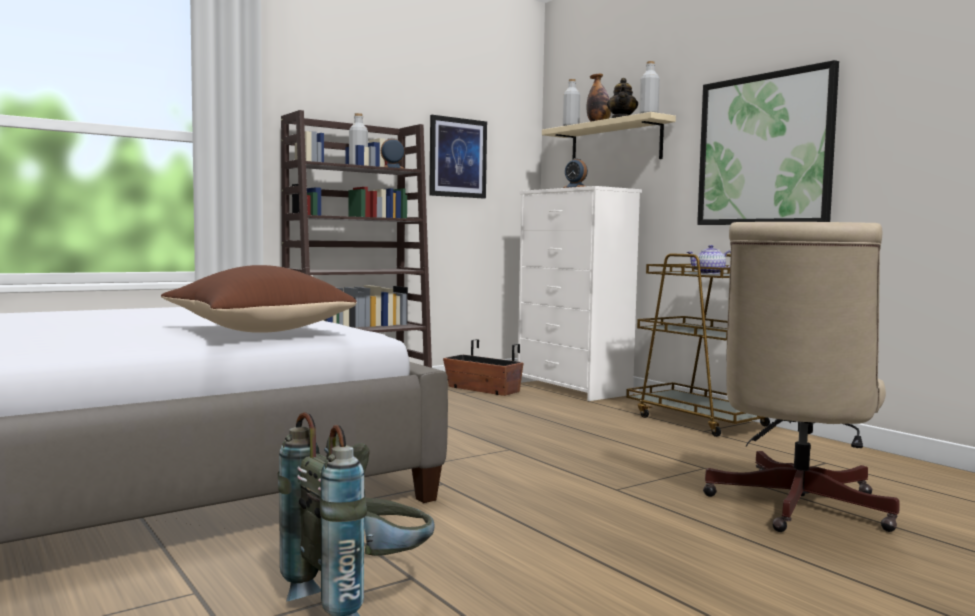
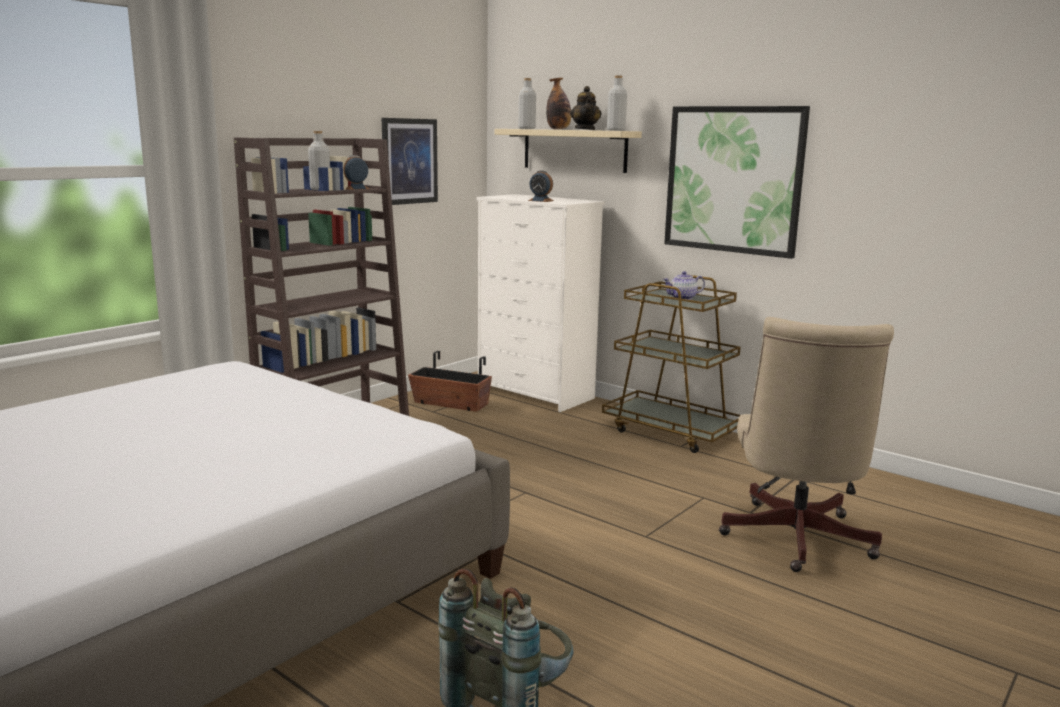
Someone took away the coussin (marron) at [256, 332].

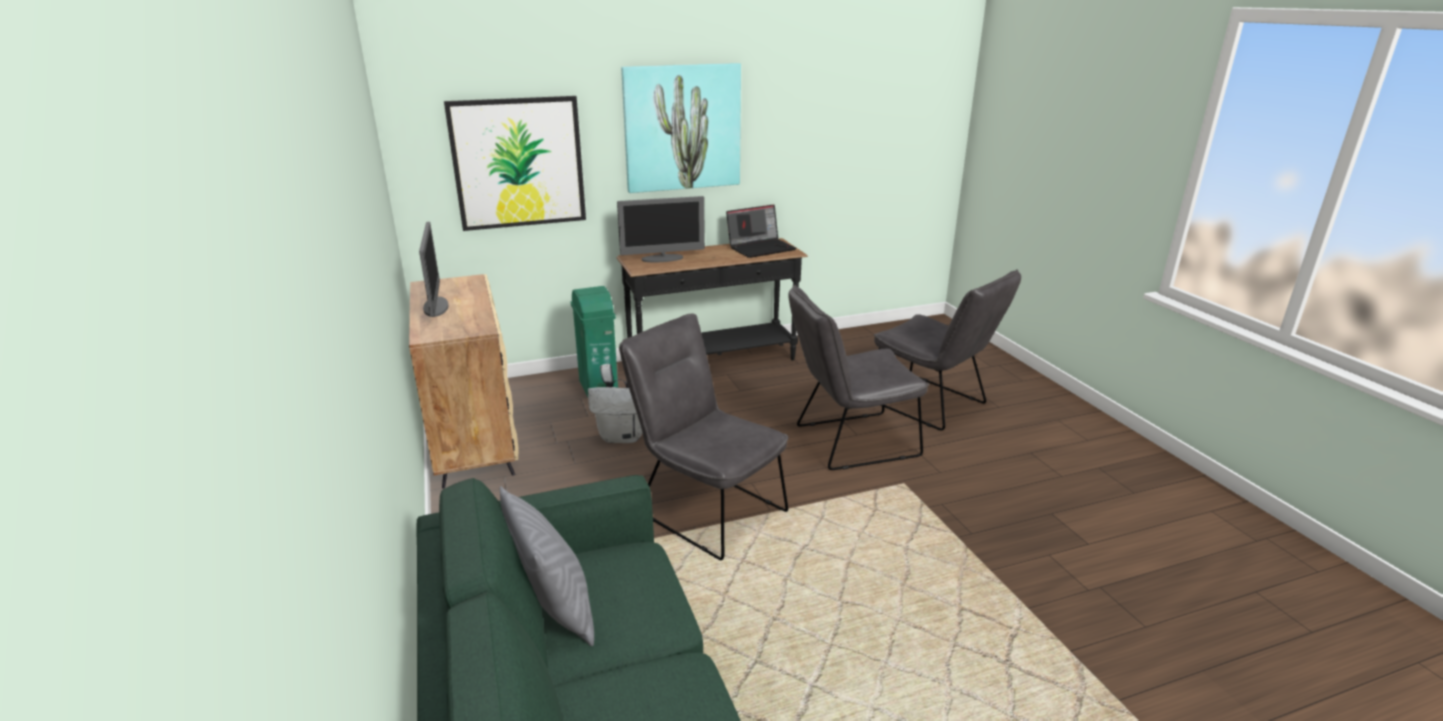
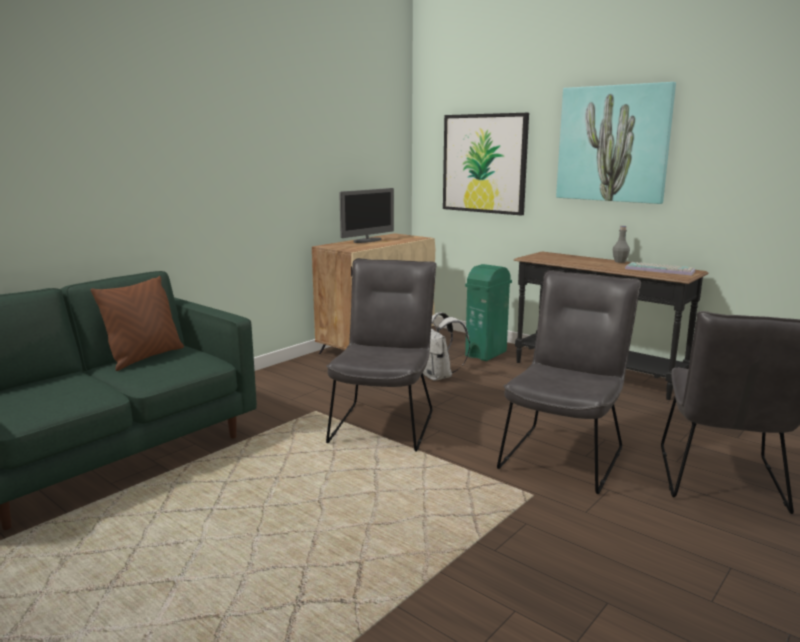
Someone repainted the coussin (gris) at [555, 610], which became the coussin (marron) at [145, 358].
Someone took away the écran d'ordinateur at [662, 259].
Someone swapped the ordinateur portable at [761, 248] for the clavier at [660, 270].
Someone rotated the chaise (gris) at [848, 442] by 75 degrees clockwise.
Someone put down the bouteille (gris) at [620, 262].

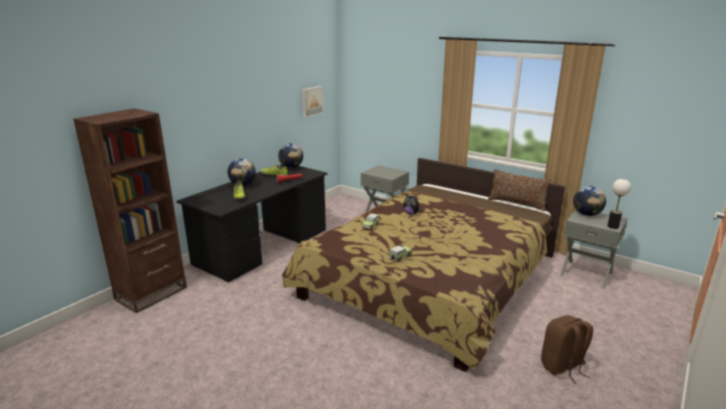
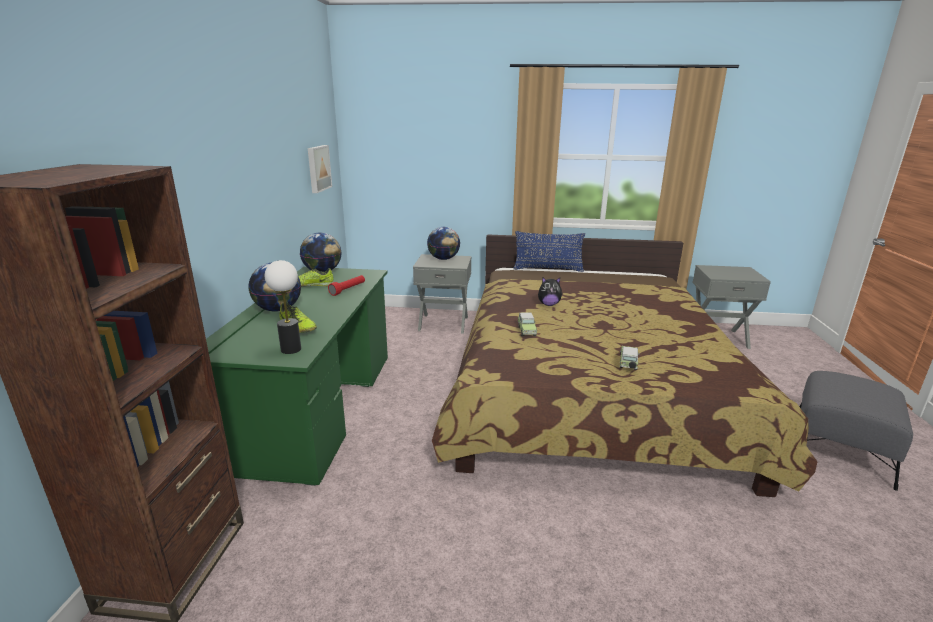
Someone repainted the bureau (noir) at [262, 247], which became the bureau (vert) at [316, 407].
Someone took away the coussin (marron) at [516, 204].
Someone swapped the sac à dos (marron) at [562, 367] for the pouf (gris) at [839, 449].
Someone carried the globe from [586, 214] to [443, 259].
Someone carried the lampe de table from [613, 226] to [291, 349].
Someone put down the coussin (bleu) at [548, 269].

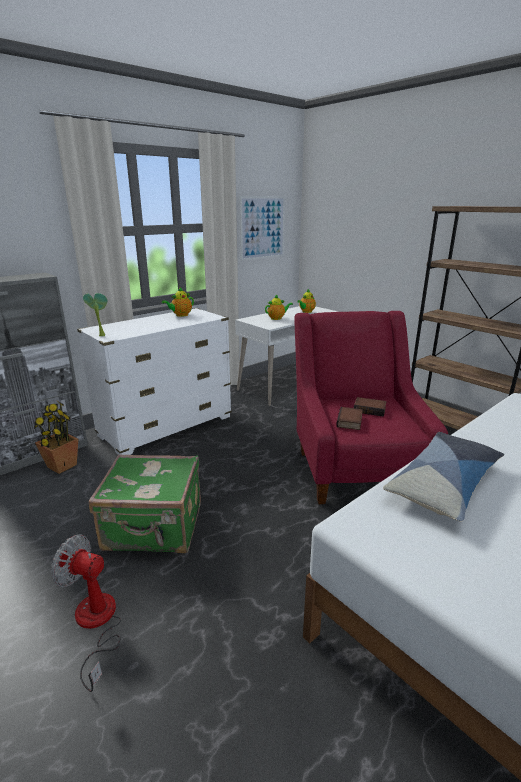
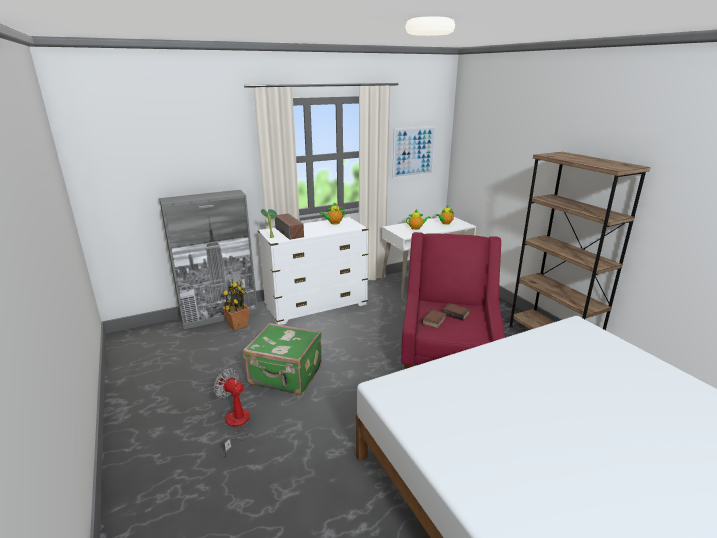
Someone took away the coussin at [445, 484].
Someone put down the enceinte at [289, 232].

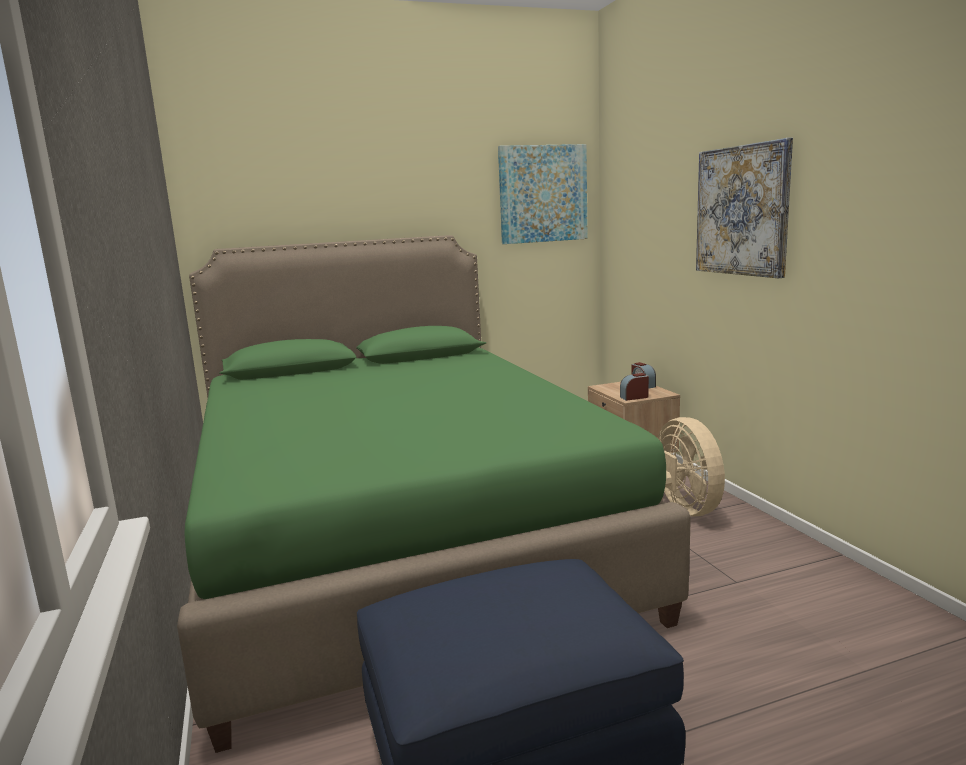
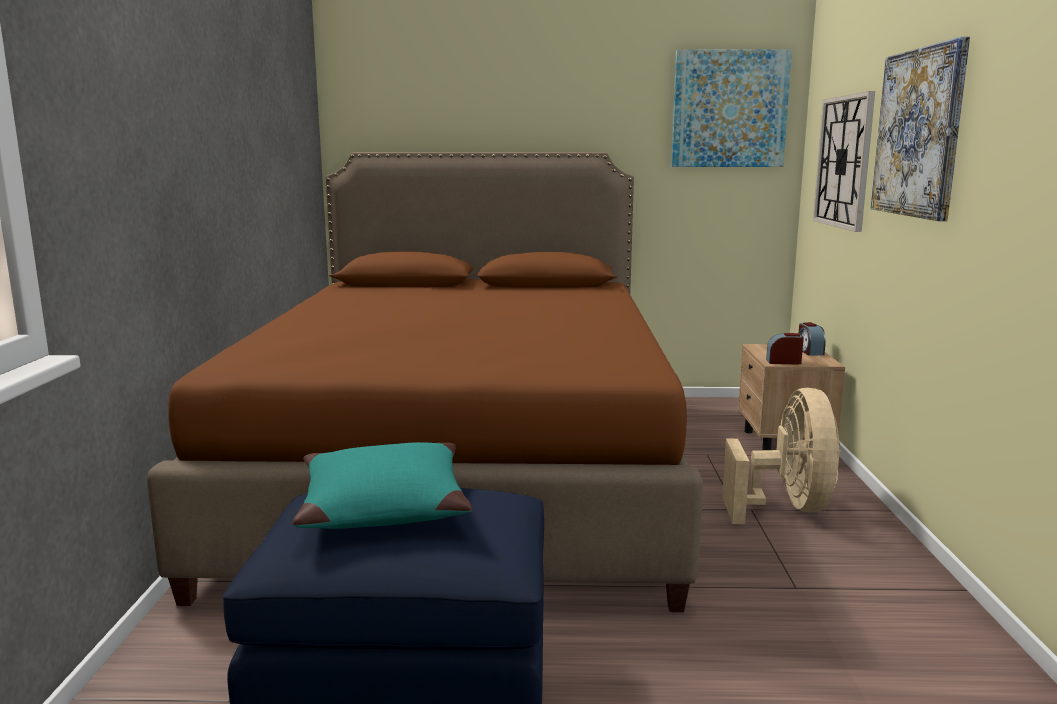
Someone repainted the lit (vert) at [398, 539], which became the lit (marron) at [463, 472].
Someone put down the coussin (turquoise) at [382, 505].
Someone put up the horloge murale at [844, 162].

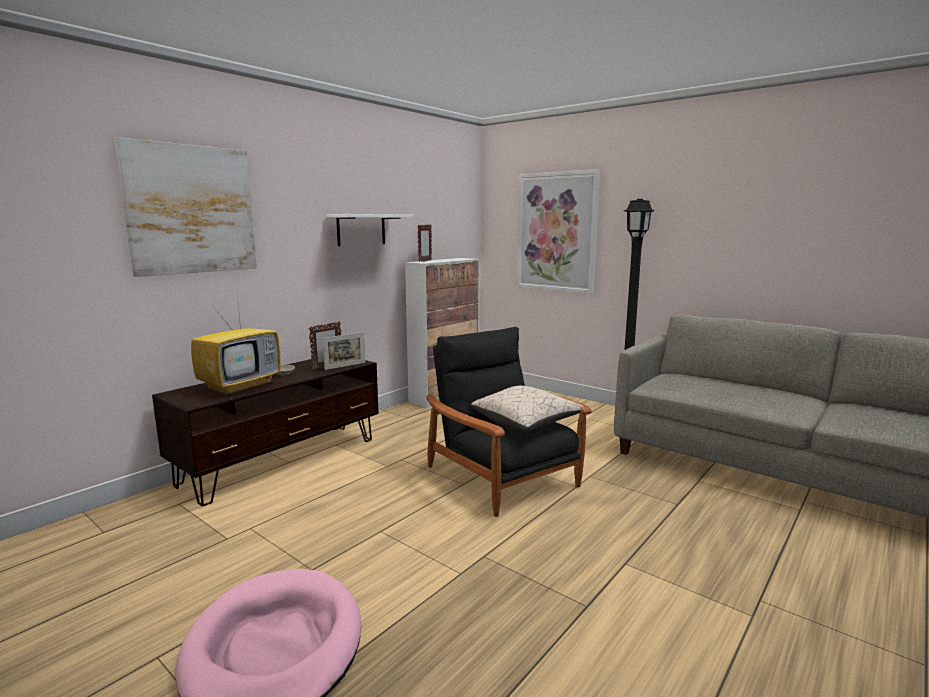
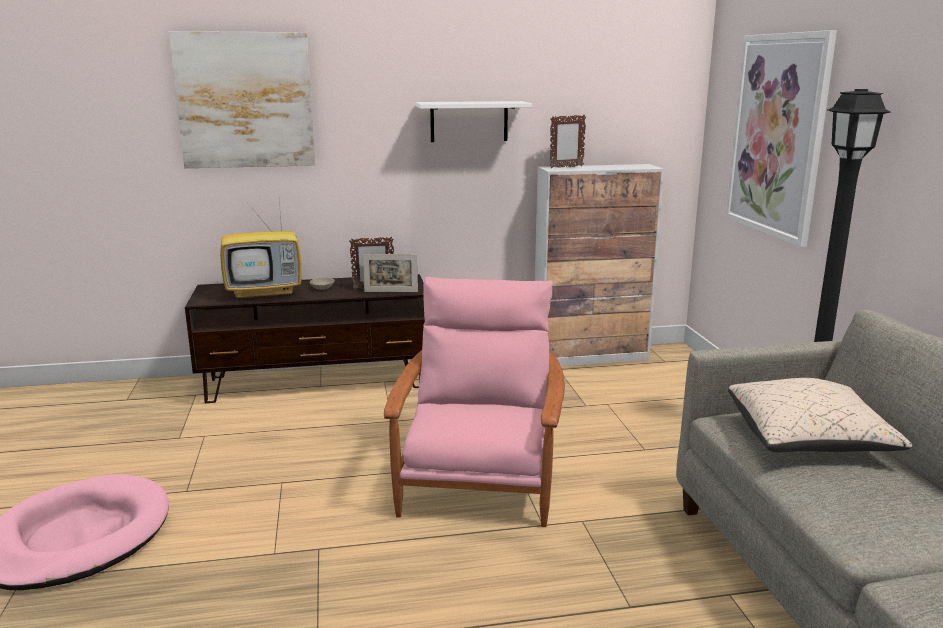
Someone repainted the fauteuil (noir) at [502, 477], which became the fauteuil (rose) at [479, 478].
Someone carried the coussin (beige) from [526, 422] to [808, 440].

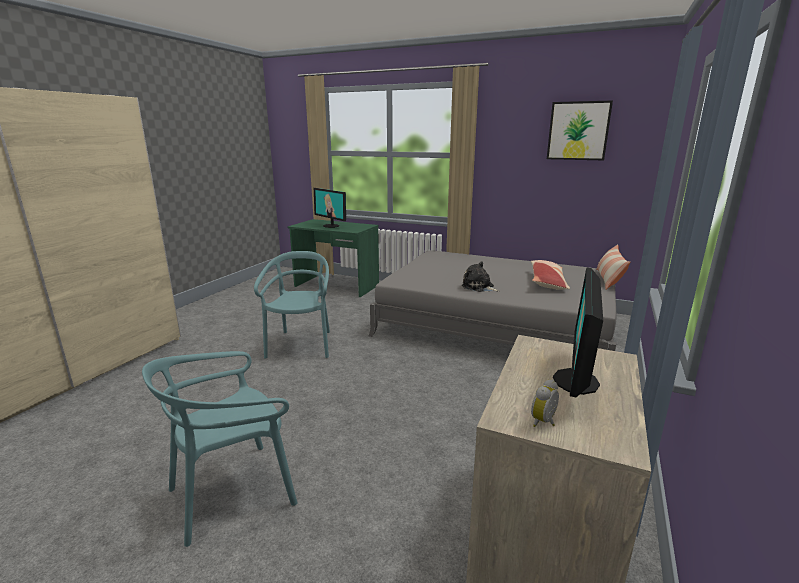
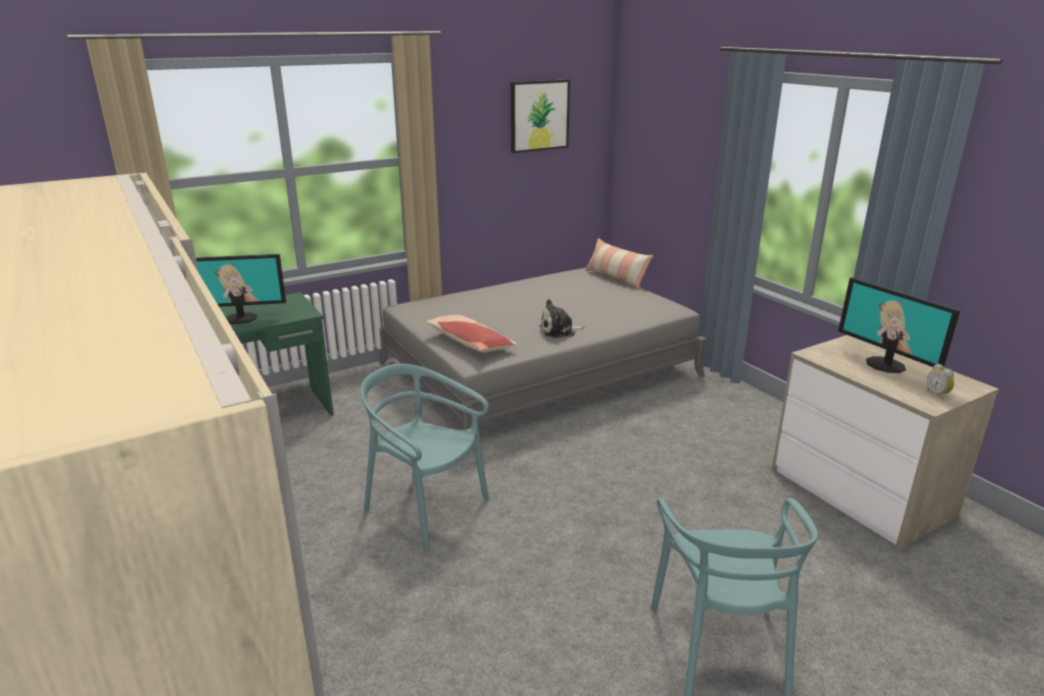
Someone carried the coussin from [547, 282] to [469, 343].

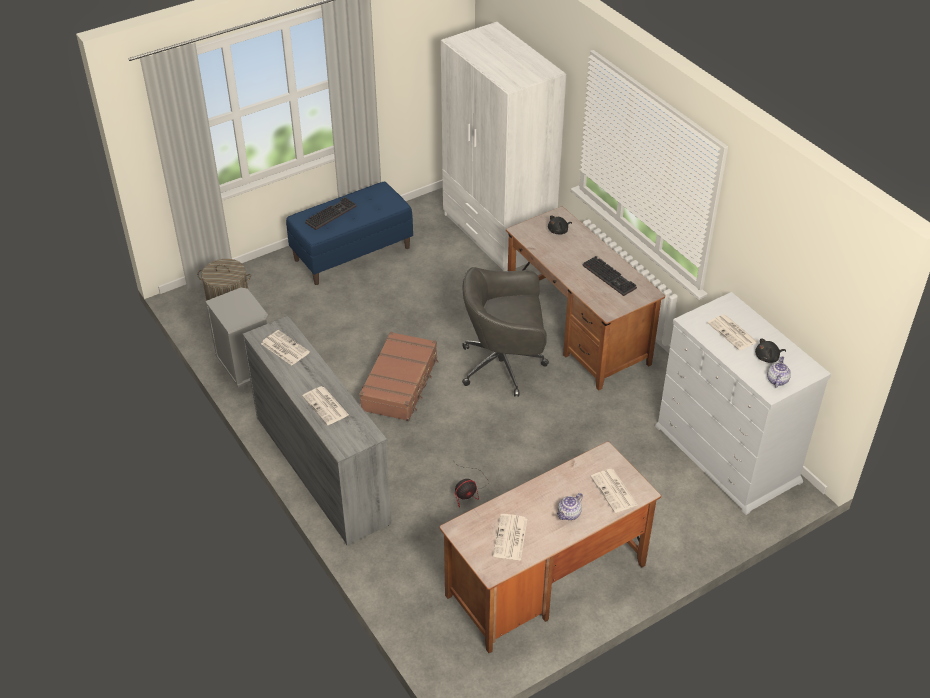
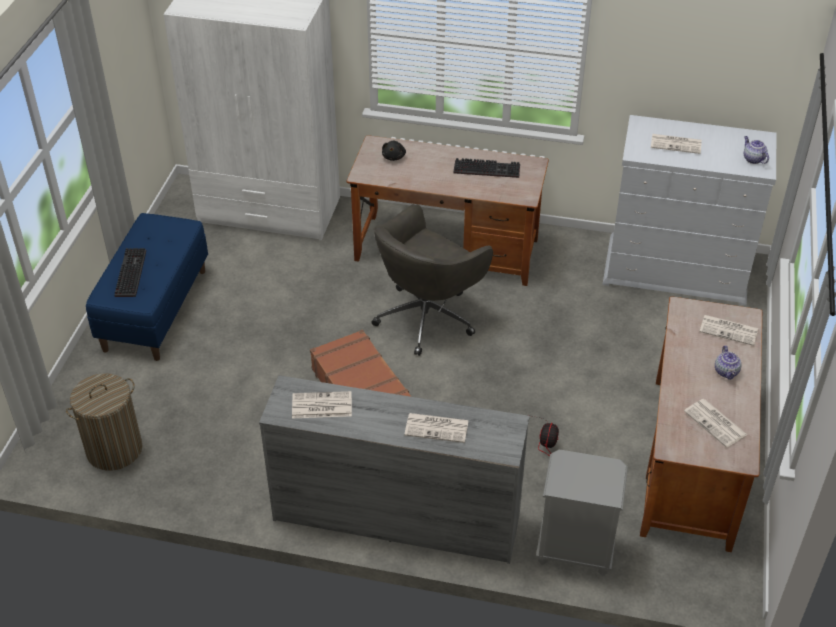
Someone carried the table de chevet (gris) from [247, 371] to [574, 550].
Someone took away the peluche (noir) at [768, 358].

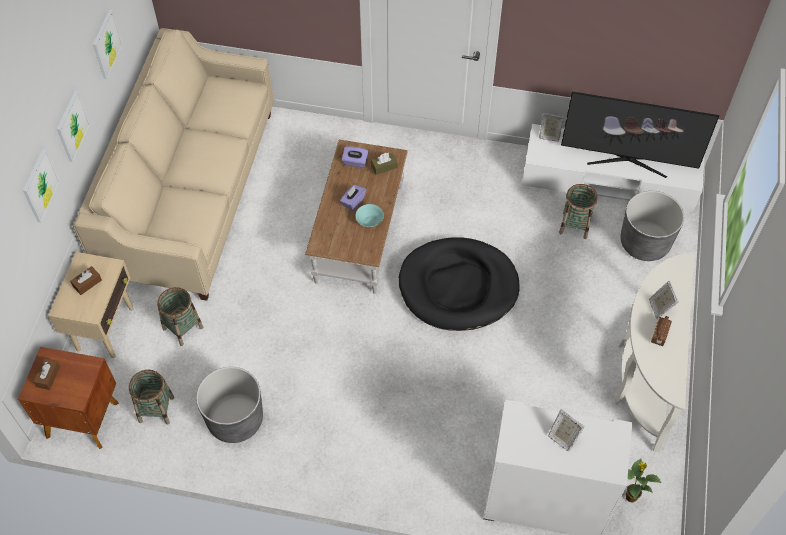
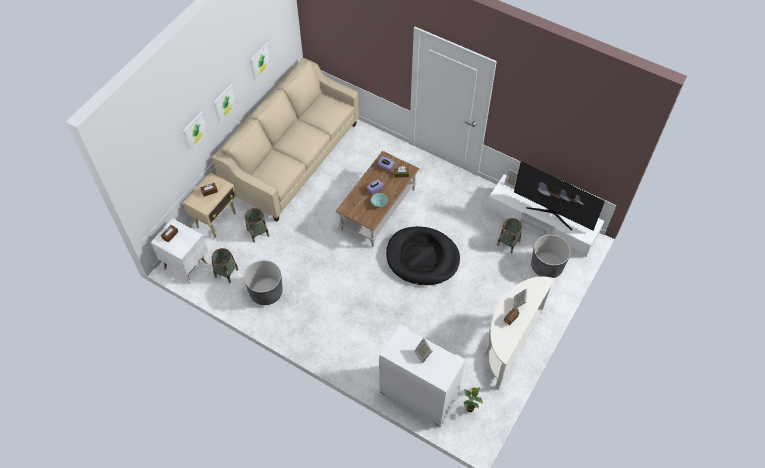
Someone repainted the table de chevet (marron) at [82, 418], which became the table de chevet (blanc) at [186, 265].

